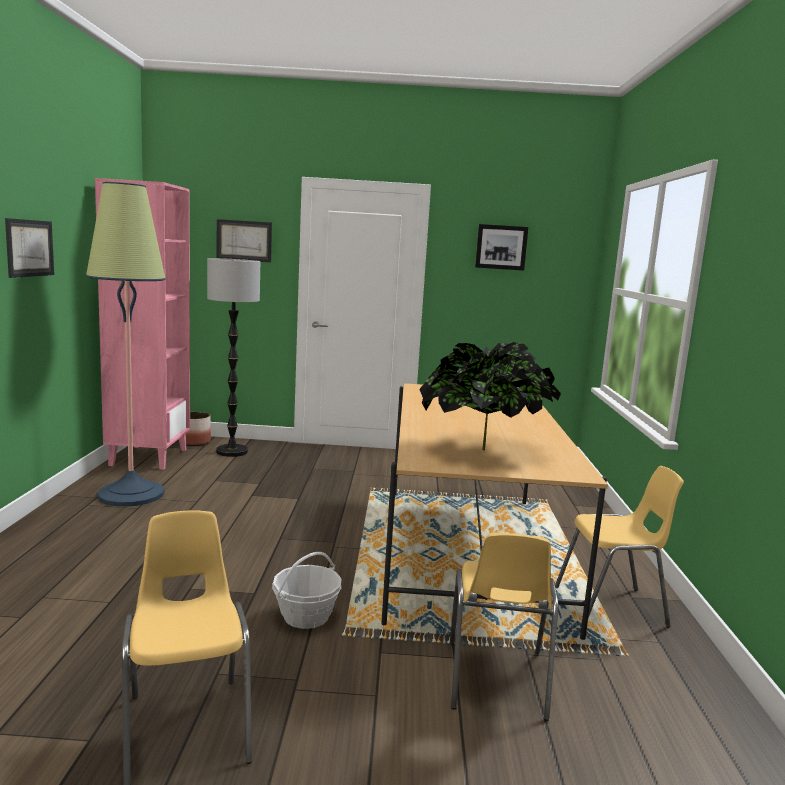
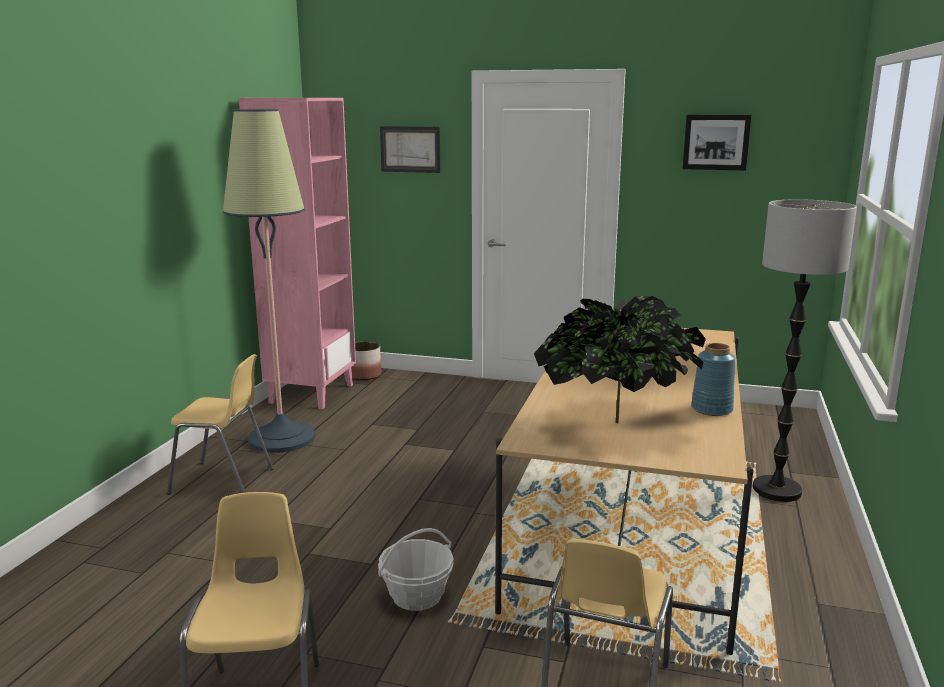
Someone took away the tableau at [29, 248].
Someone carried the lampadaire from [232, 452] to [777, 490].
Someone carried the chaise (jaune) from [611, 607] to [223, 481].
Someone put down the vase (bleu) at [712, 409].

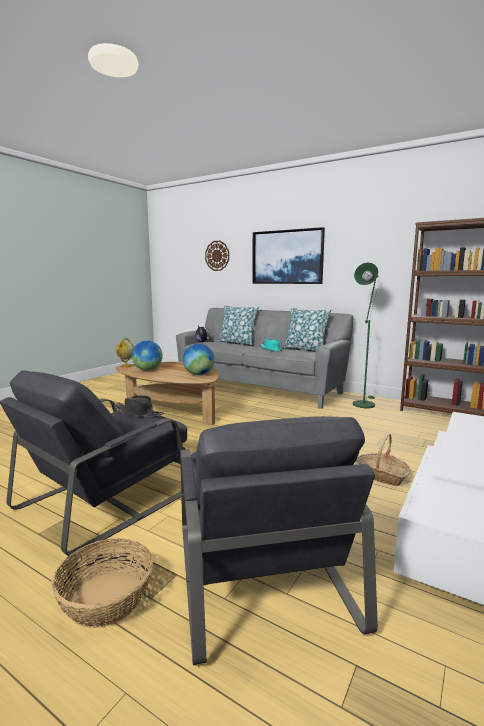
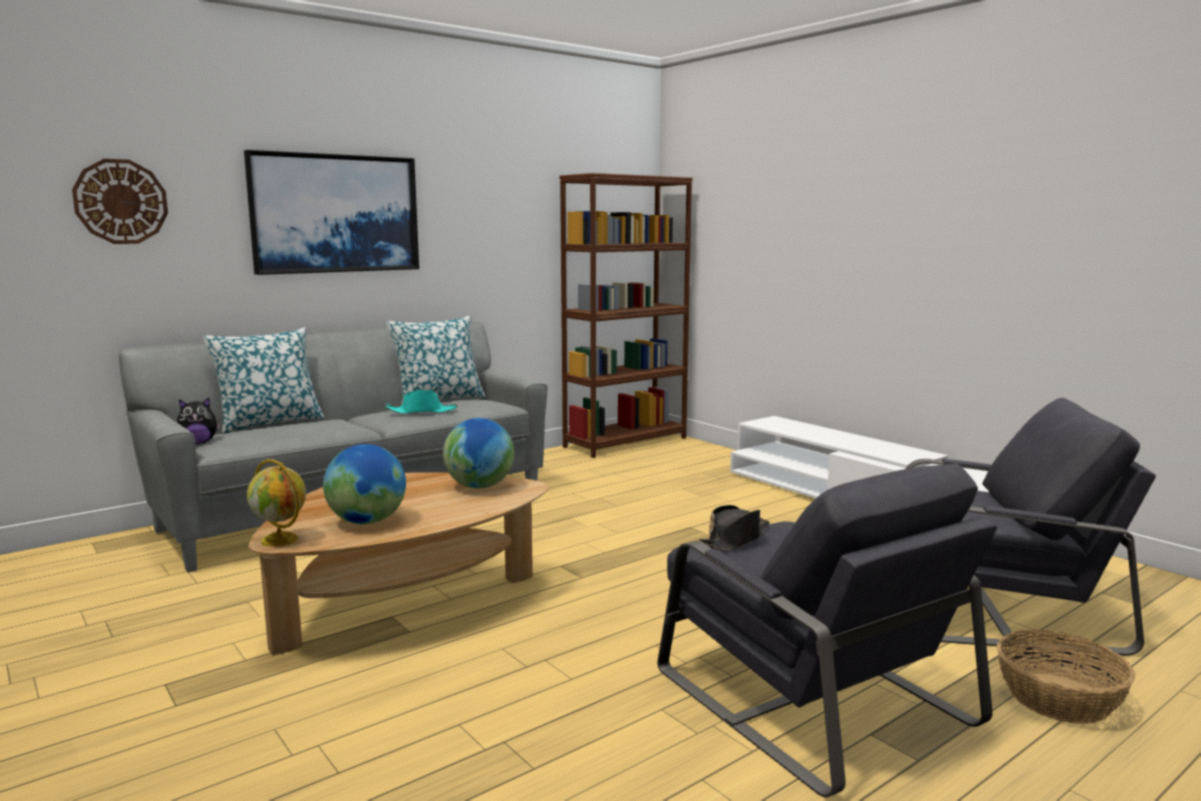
Someone took away the lampadaire (vert) at [364, 403].
Someone took away the panier at [381, 475].

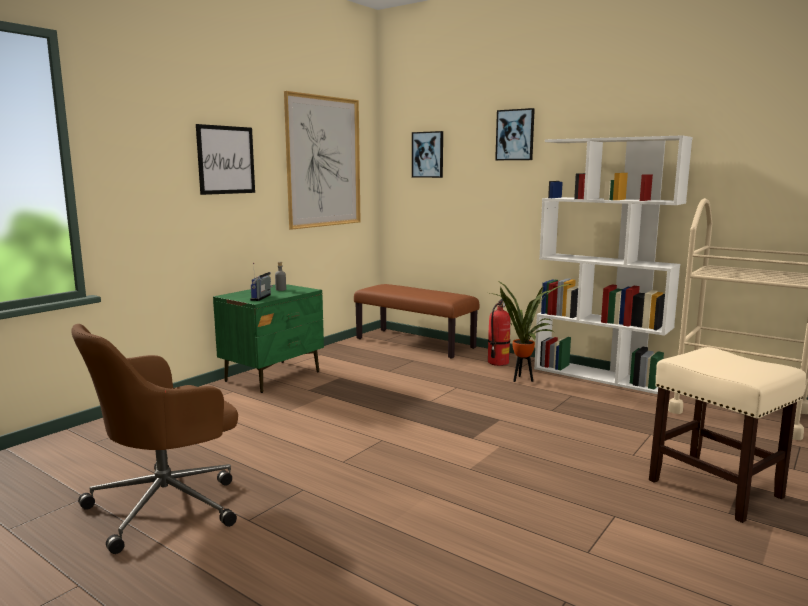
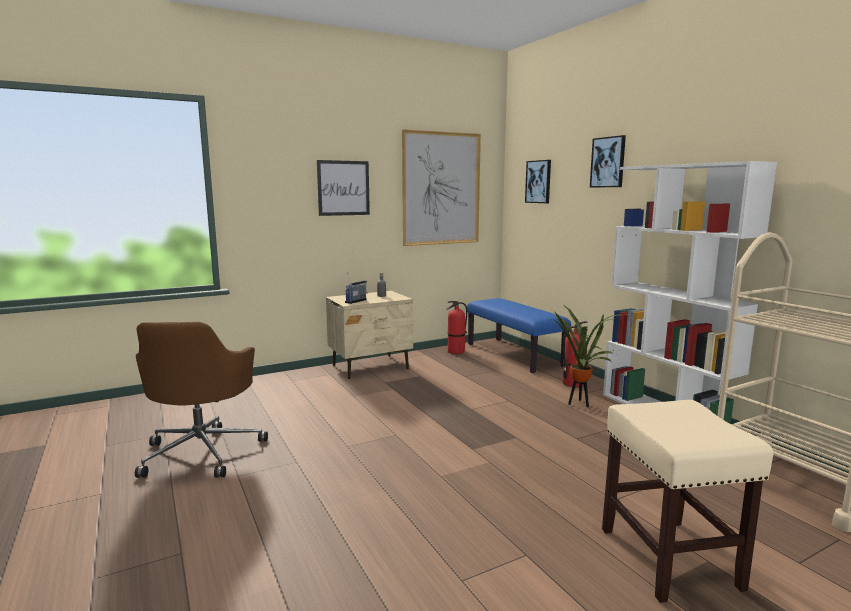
Someone rotated the chaise de bureau (marron) at [168, 505] by 75 degrees counterclockwise.
Someone repainted the table de chevet (vert) at [273, 376], which became the table de chevet (beige) at [371, 367].
Someone repainted the banc (marron) at [415, 343], which became the banc (bleu) at [514, 355].
Someone put down the extincteur at [456, 352].

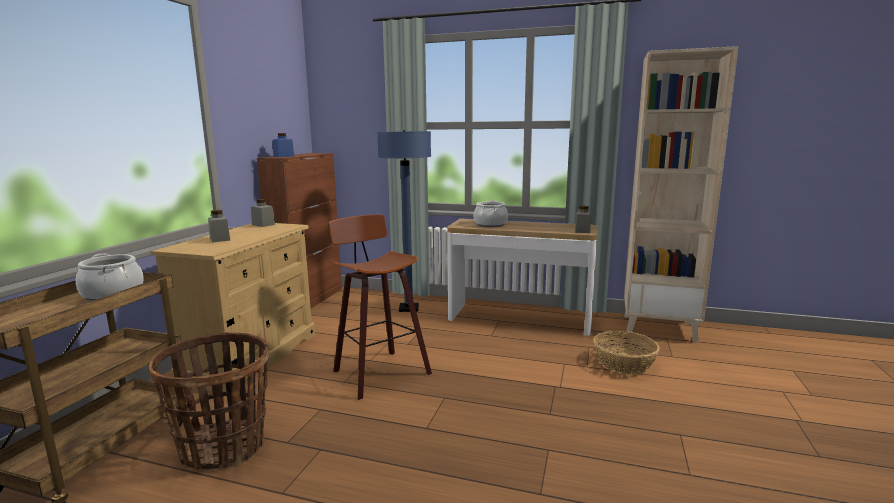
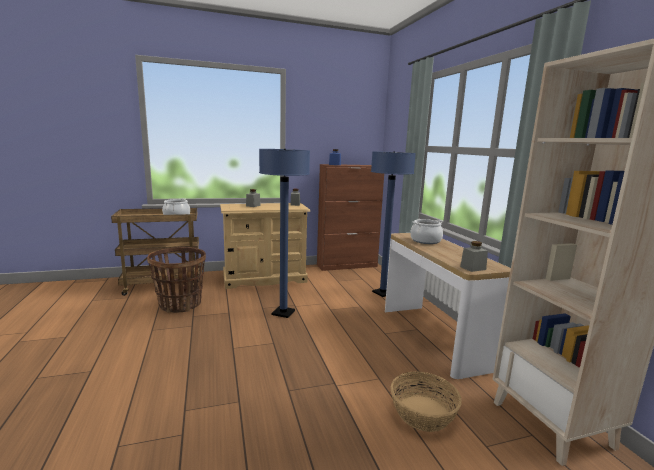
Someone swapped the tabouret at [378, 372] for the lampadaire (bleu) at [283, 313].

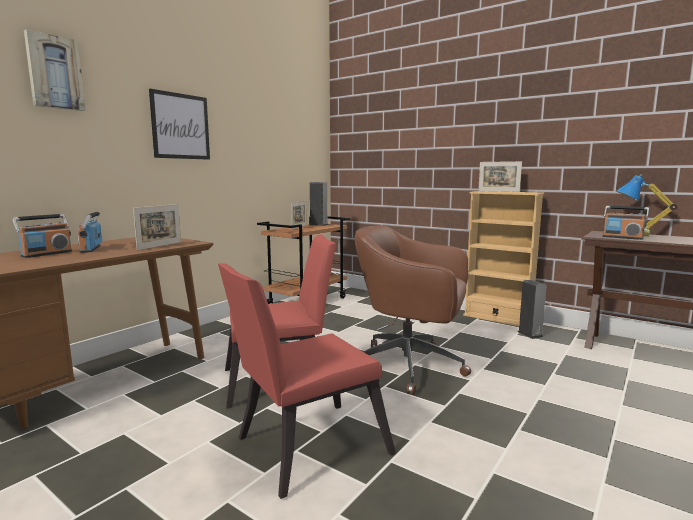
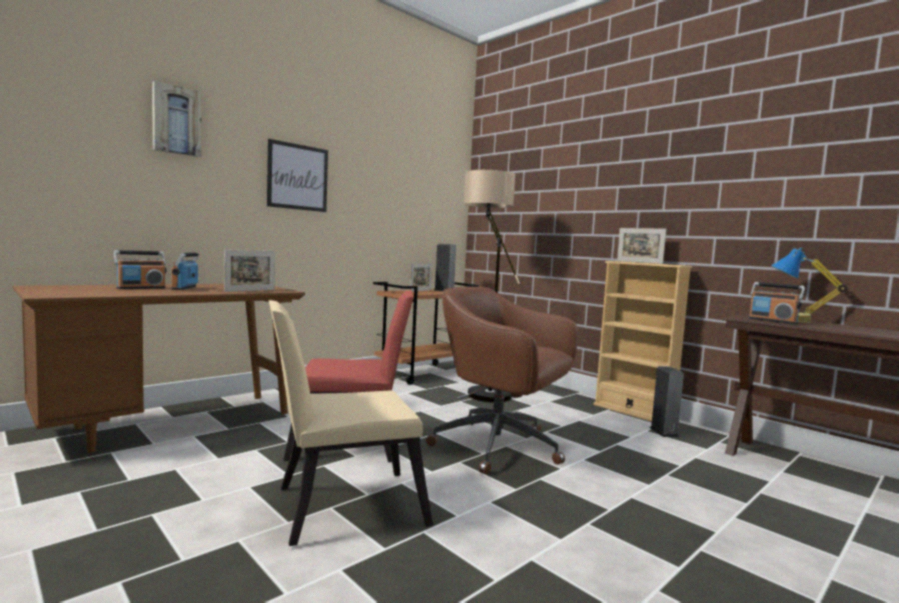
Someone repainted the chaise (rouge) at [304, 447], which became the chaise (beige) at [340, 506].
Someone put down the lampadaire at [483, 390].

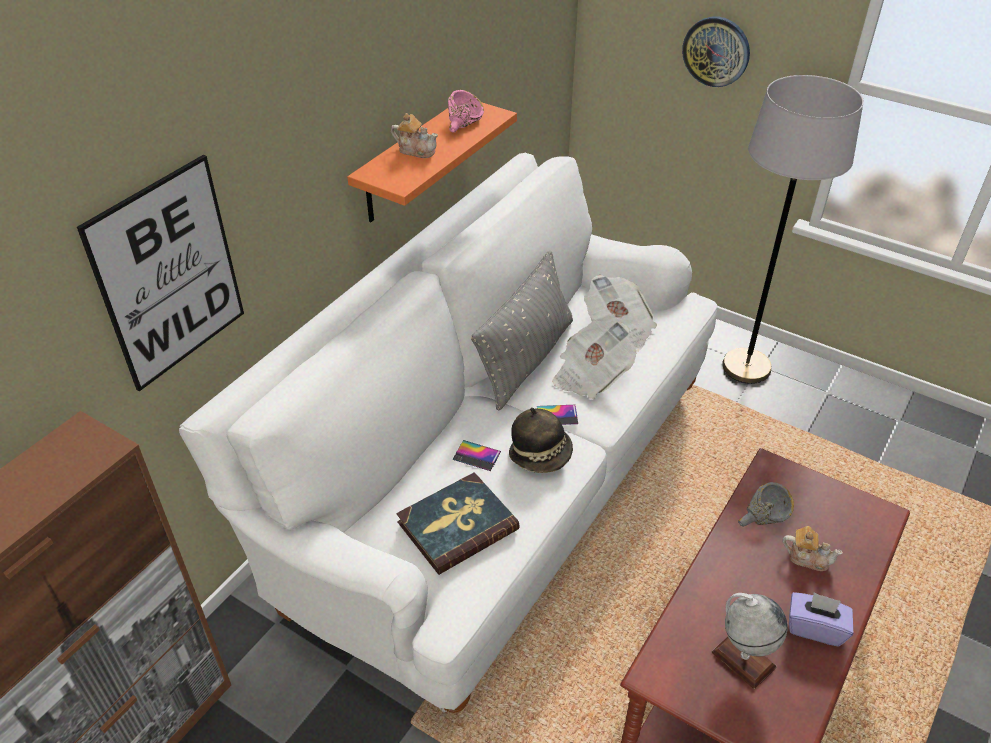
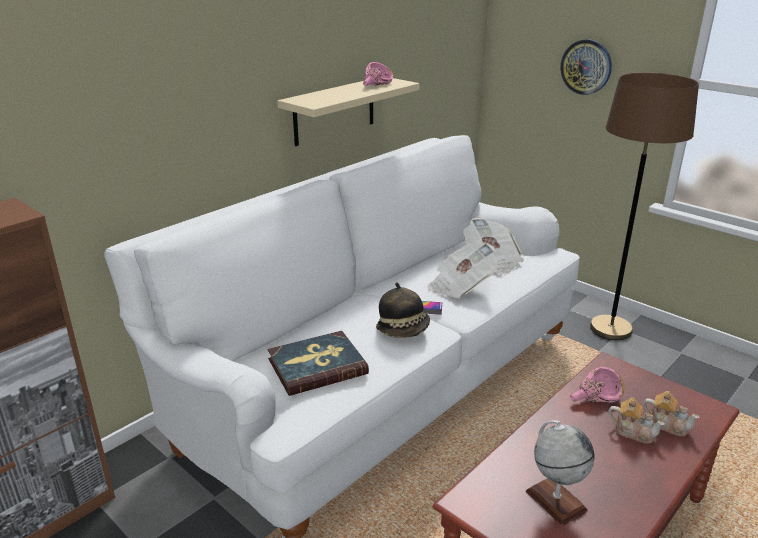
Someone took away the tableau at [169, 274].
Someone repainted the étagère (orange) at [411, 162], which became the étagère (beige) at [334, 111].
Someone carried the théière from [416, 150] to [667, 425].
Someone took away the téléphone at [476, 455].
Someone took away the coussin (gris) at [526, 359].
Someone repainted the lampadaire (gris) at [746, 367], which became the lampadaire (marron) at [611, 329].
Someone repainted the bol (gris) at [763, 518], which became the bol (rose) at [595, 399].
Someone took away the boîte à mouchoirs (violet) at [815, 627].

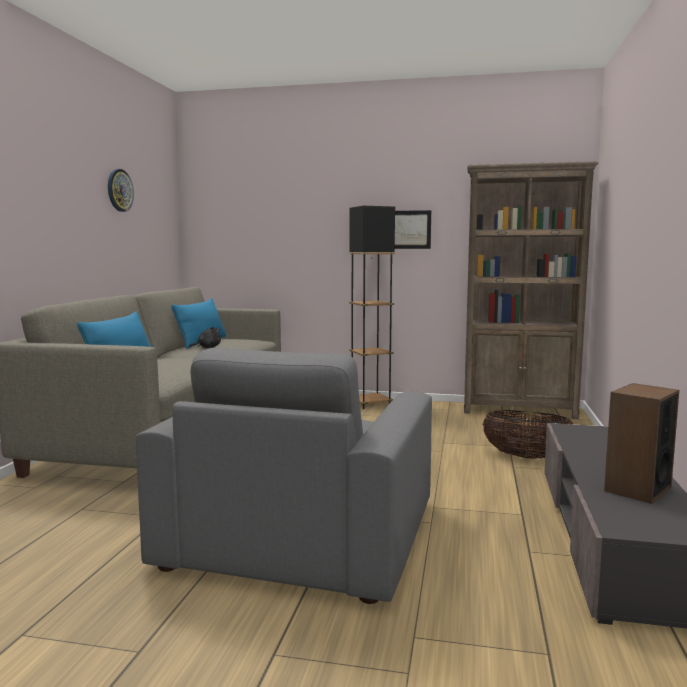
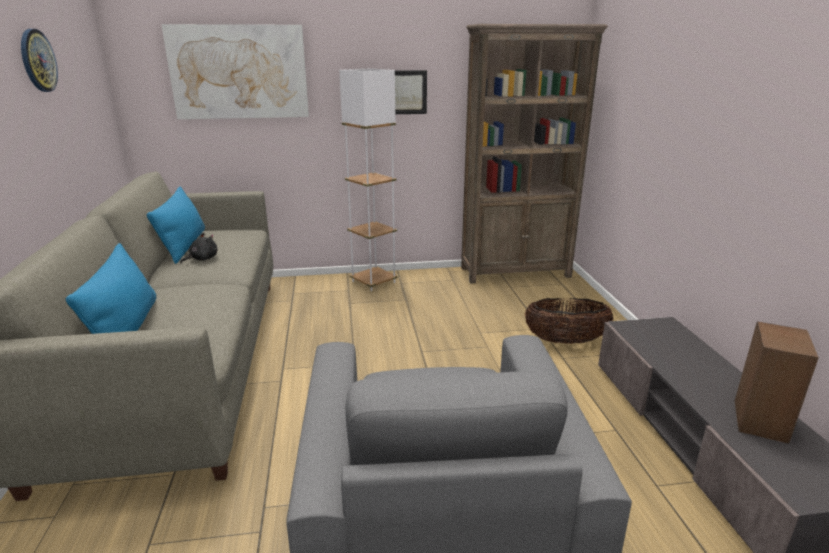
Someone repainted the lampadaire (noir) at [370, 404], which became the lampadaire (blanc) at [373, 282].
Someone put up the tableau at [239, 72].

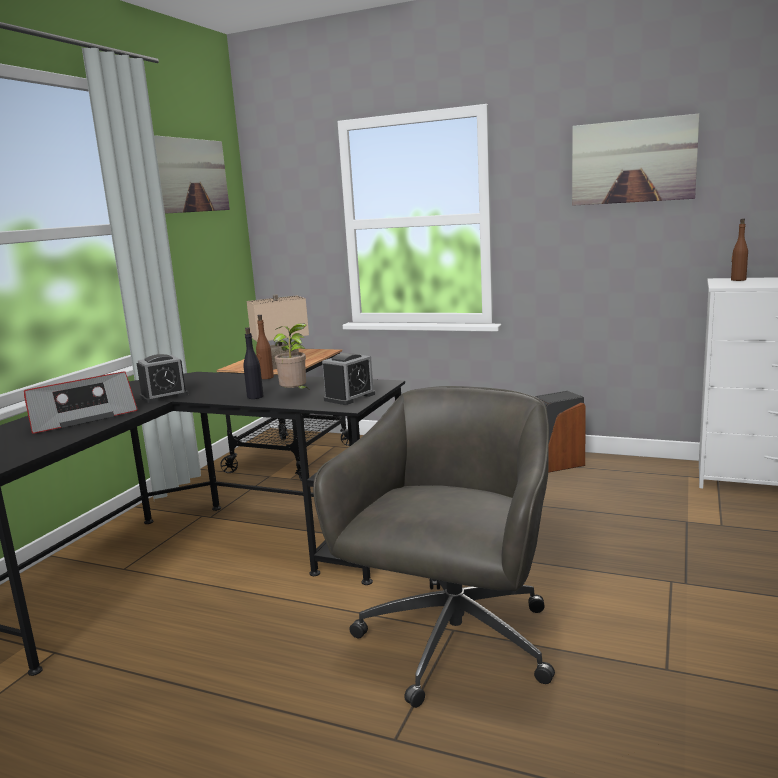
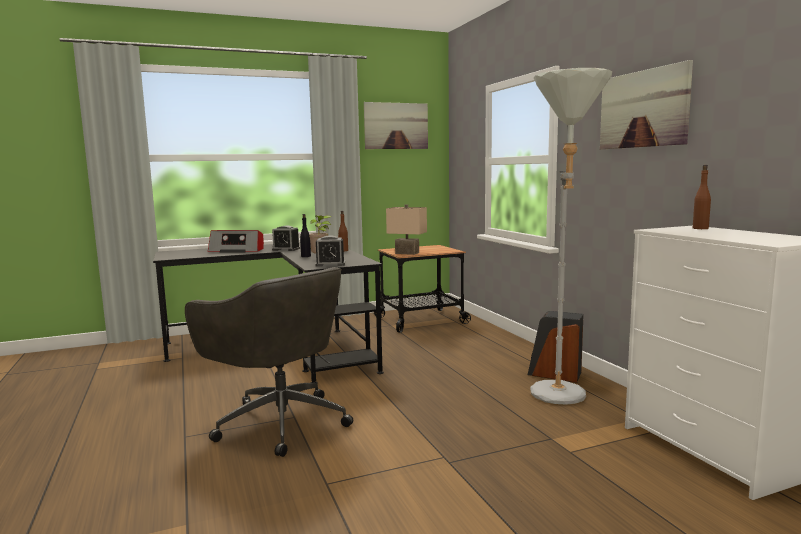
Someone rotated the chaise de bureau (gris) at [453, 644] by 60 degrees clockwise.
Someone put down the lampadaire (gris) at [560, 399].

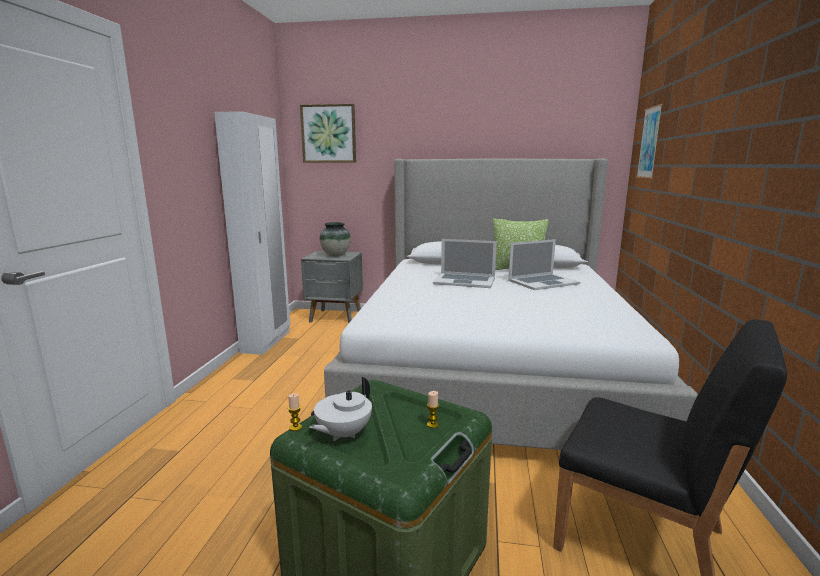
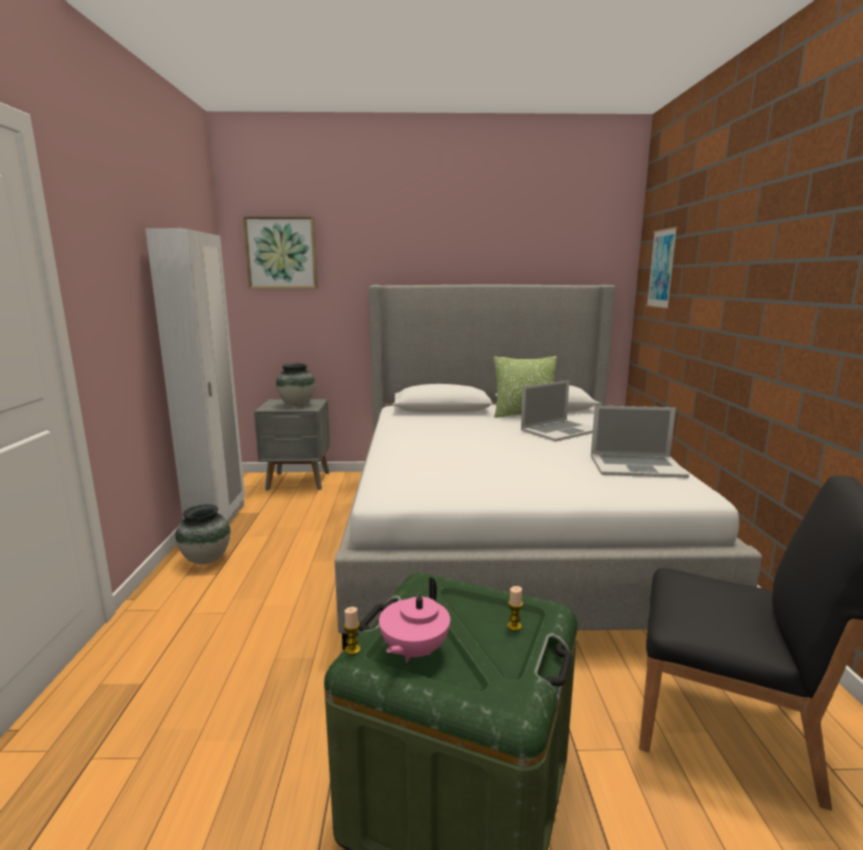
Someone repainted the théière (blanc) at [343, 434], which became the théière (rose) at [413, 651].
Someone carried the ordinateur portable from [464, 281] to [636, 466].
Someone put down the vase at [206, 559].

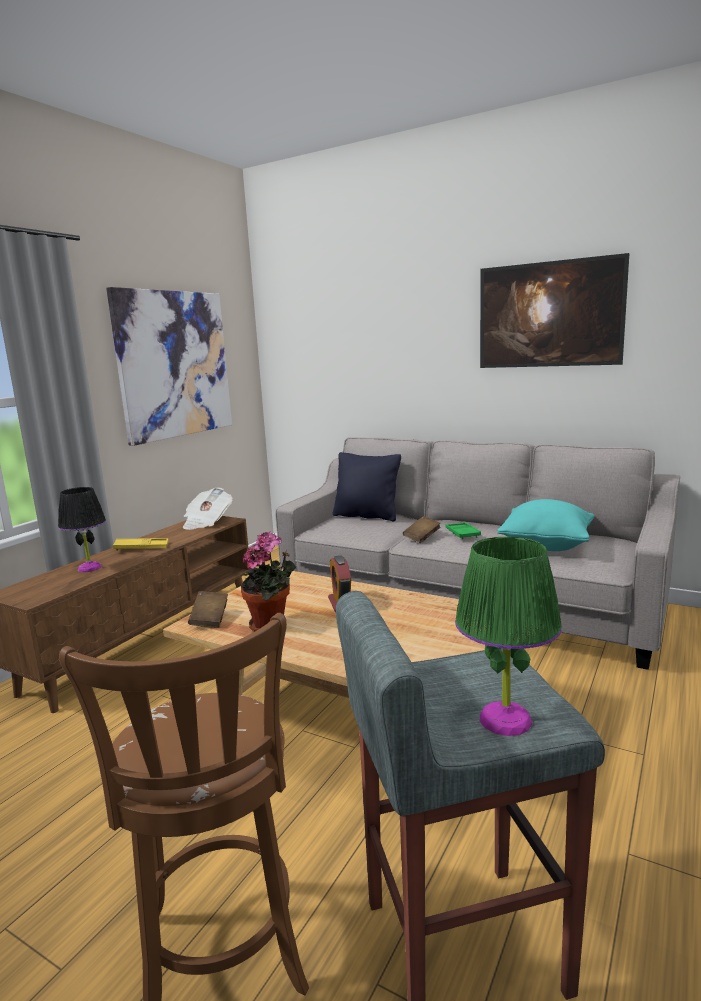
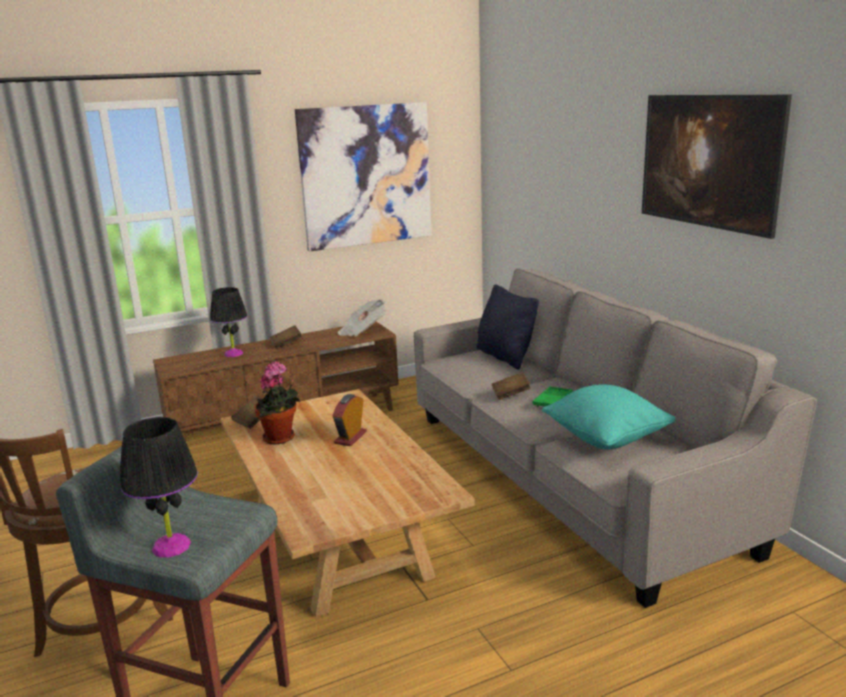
Someone swapped the plateau (jaune) at [141, 548] for the livre (marron) at [286, 344].
Someone repainted the lampe de table (vert) at [506, 720], which became the lampe de table (noir) at [171, 547].

